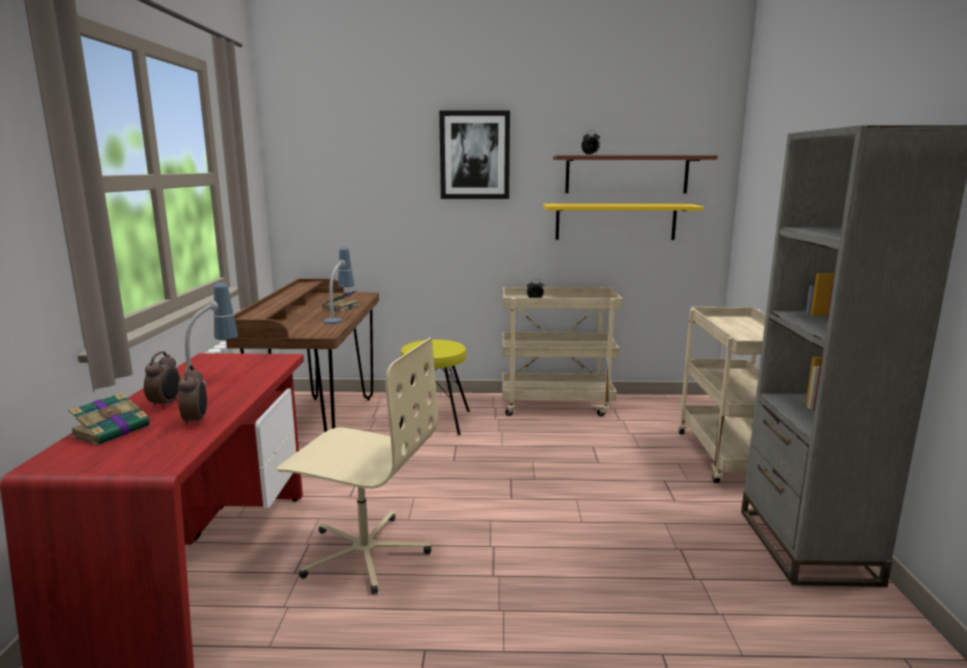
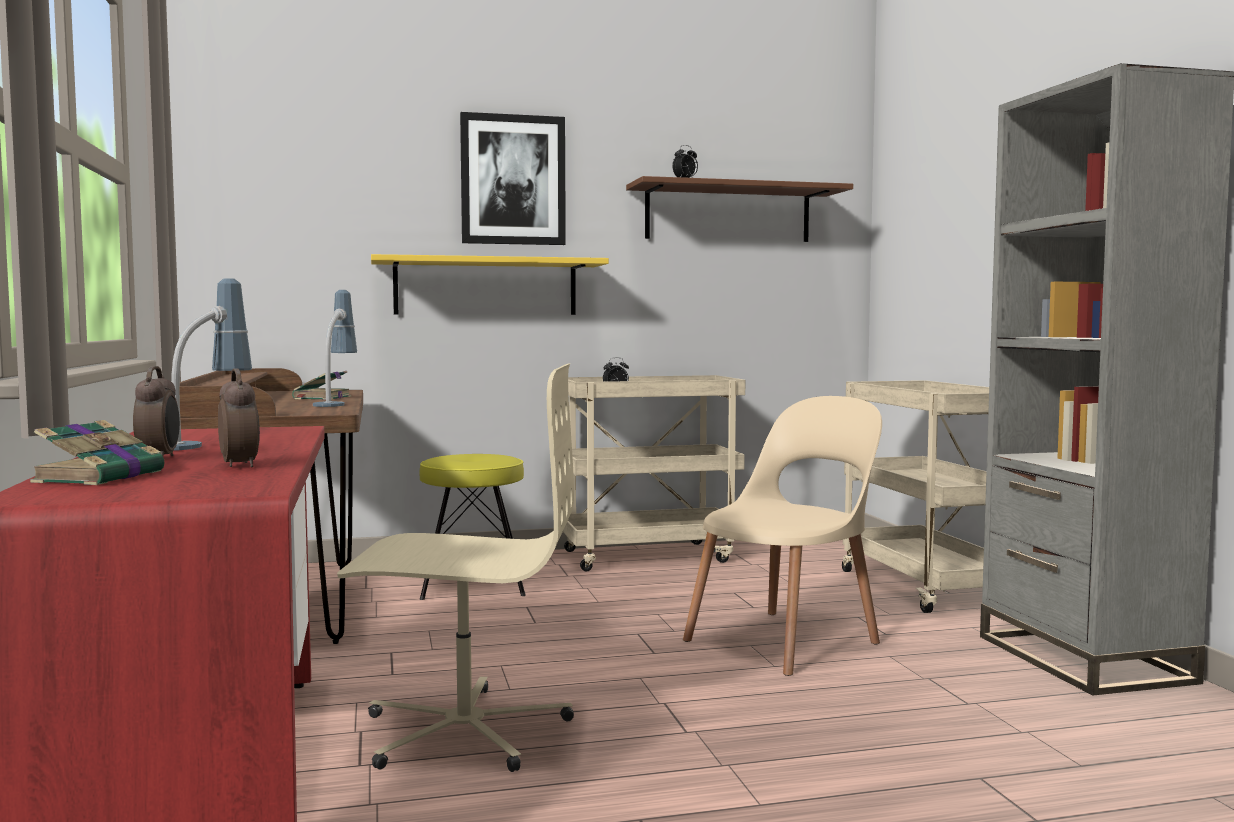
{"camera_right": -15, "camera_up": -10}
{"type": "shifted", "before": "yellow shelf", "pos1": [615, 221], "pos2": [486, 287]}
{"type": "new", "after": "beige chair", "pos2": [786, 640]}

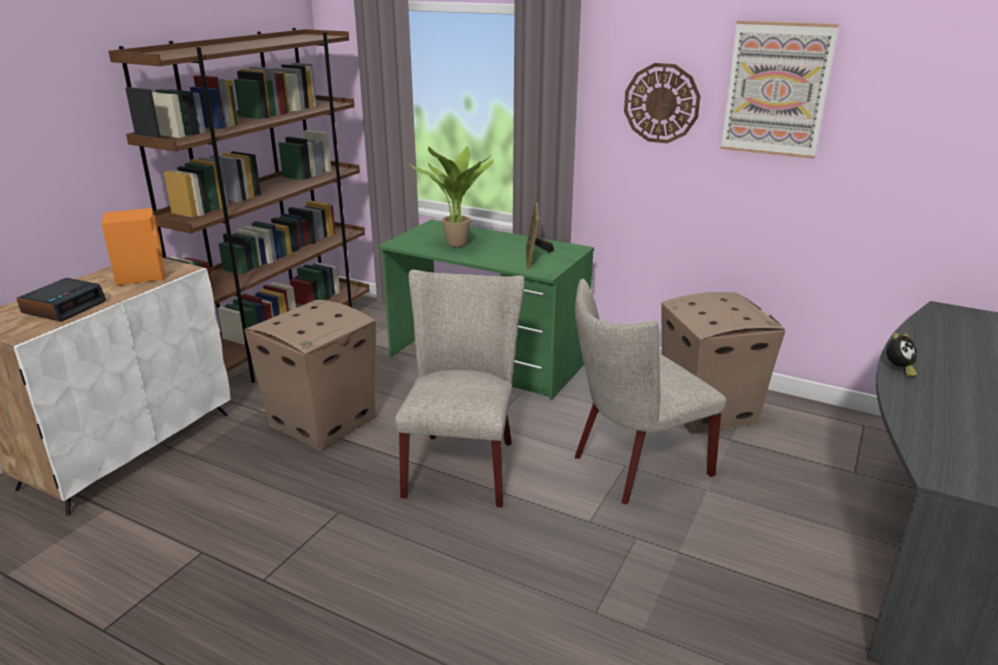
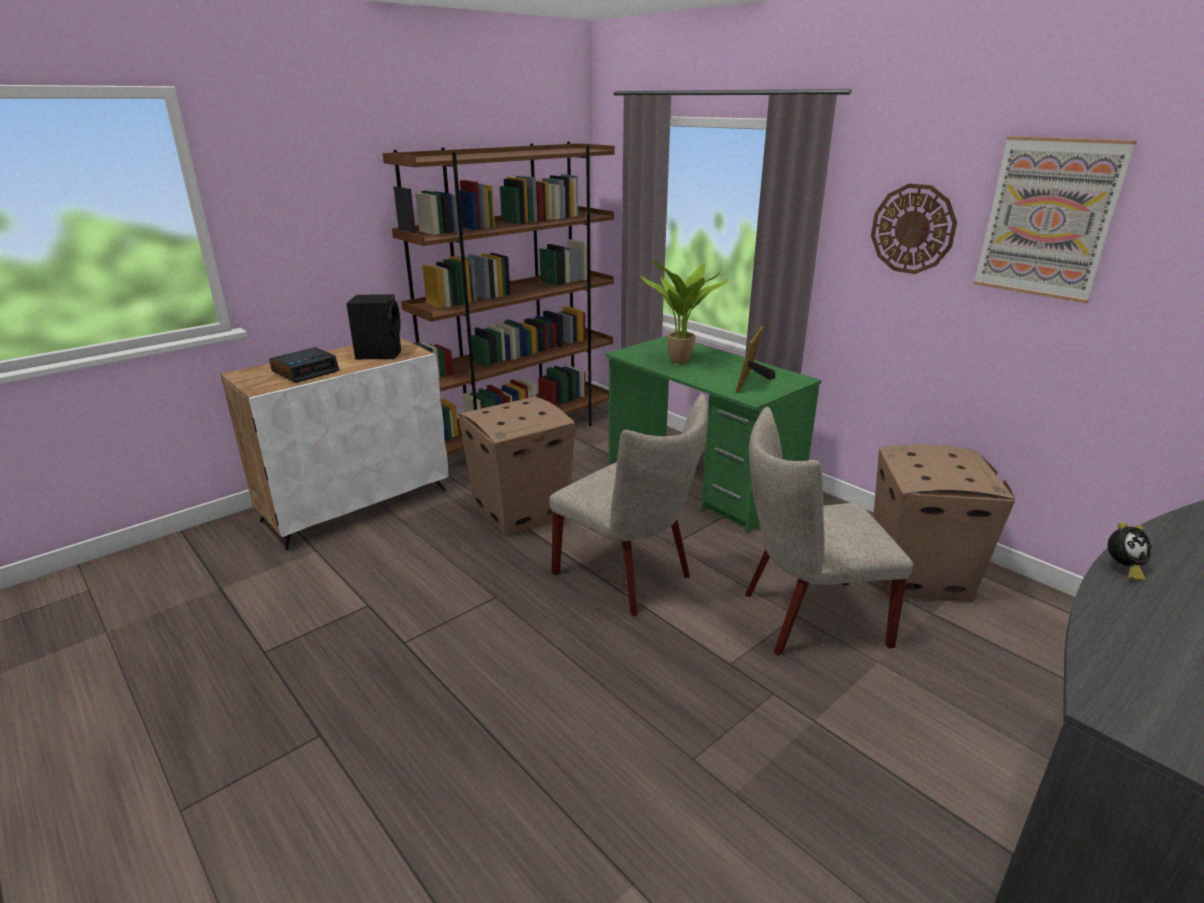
{"camera_right": 20, "camera_up": 0}
{"type": "repainted", "before": "orange speaker", "after": "black speaker", "pos1": [141, 275], "pos2": [380, 353]}
{"type": "rotated", "before": "beige chair", "pos1": [462, 463], "pos2": [629, 576], "turn": 105}

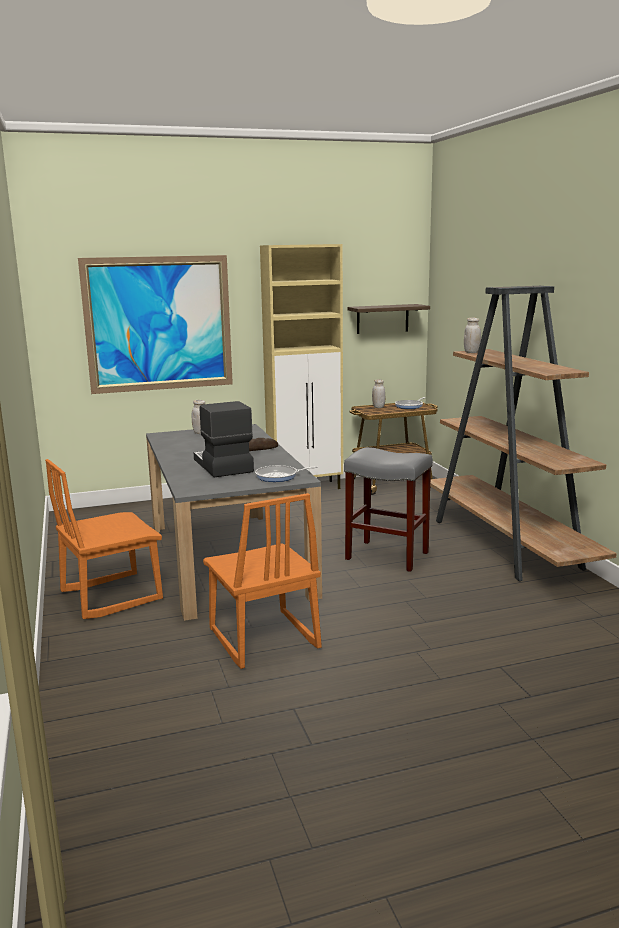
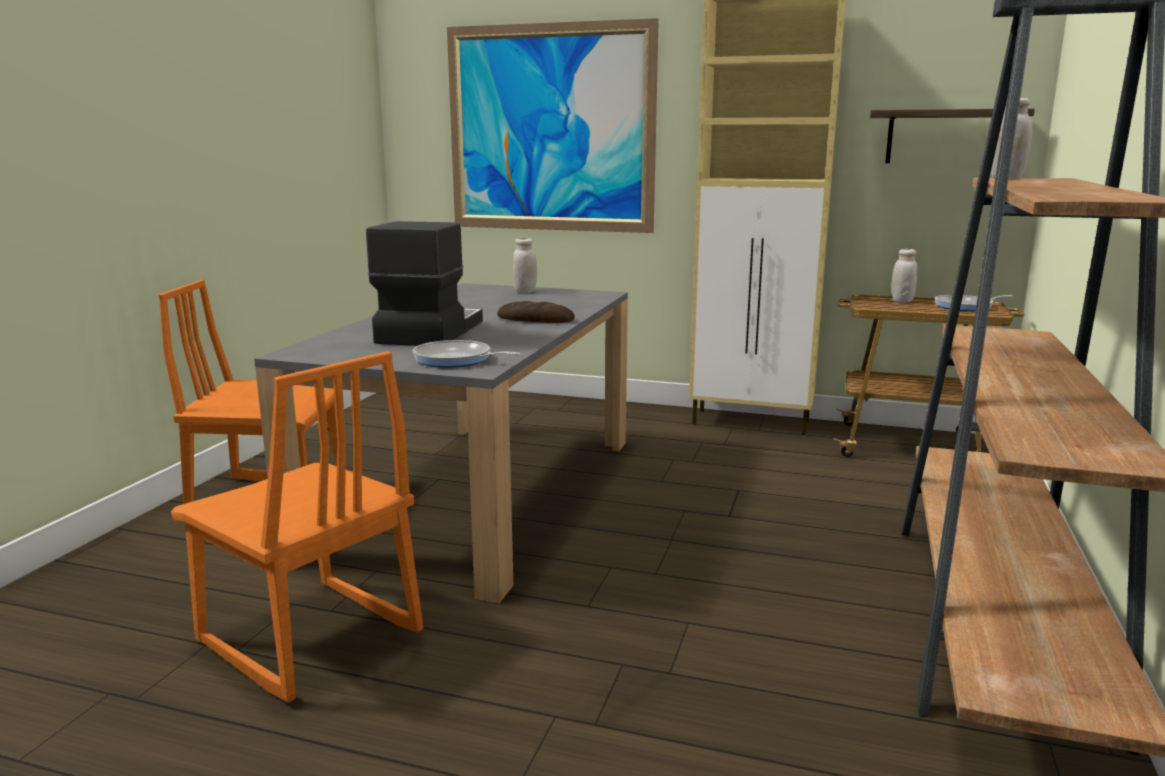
{"camera_right": 35, "camera_up": 0}
{"type": "gone", "before": "grey stool", "pos1": [388, 556]}
{"type": "rotated", "before": "orange chair", "pos1": [262, 639], "pos2": [308, 638], "turn": -60}

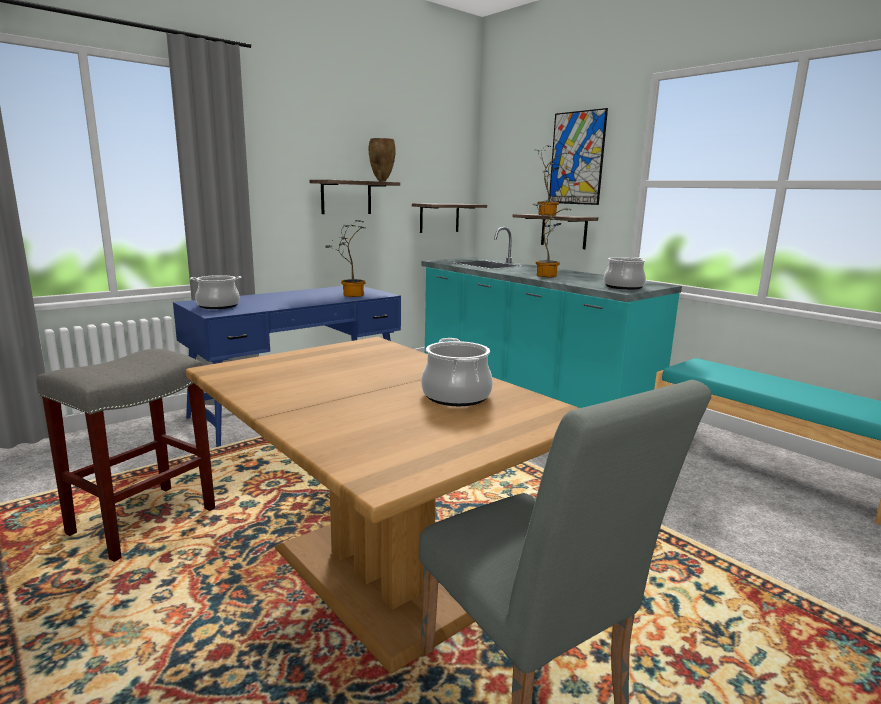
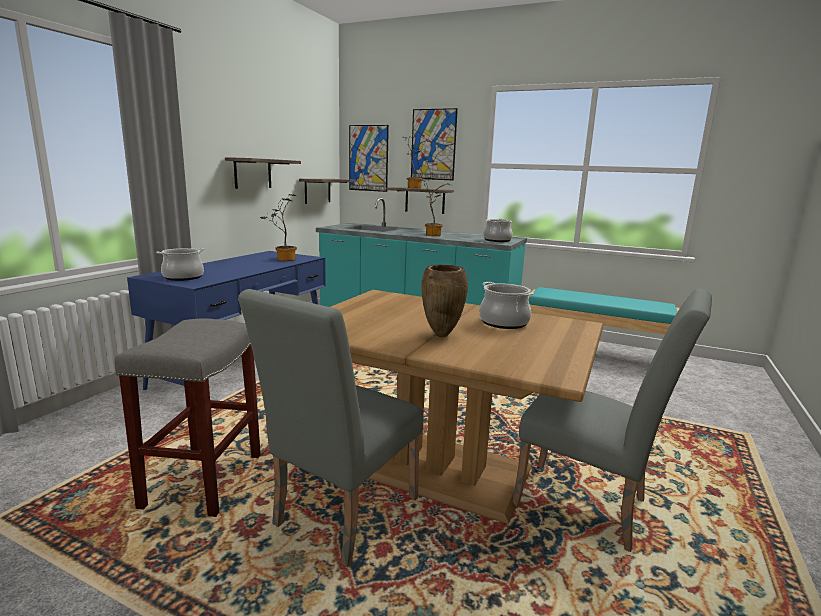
{"camera_right": -25, "camera_up": 0}
{"type": "shifted", "before": "brown vase", "pos1": [381, 181], "pos2": [442, 336]}
{"type": "new", "after": "picture", "pos2": [368, 158]}
{"type": "new", "after": "grey chair", "pos2": [339, 517]}

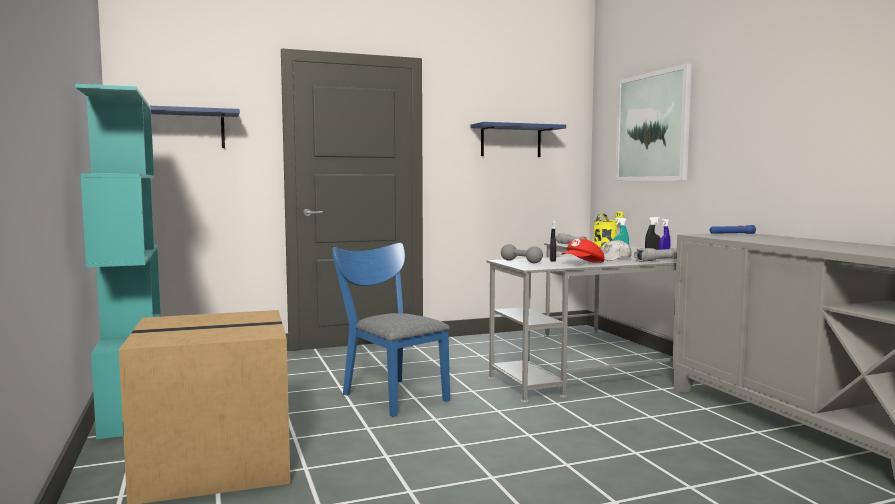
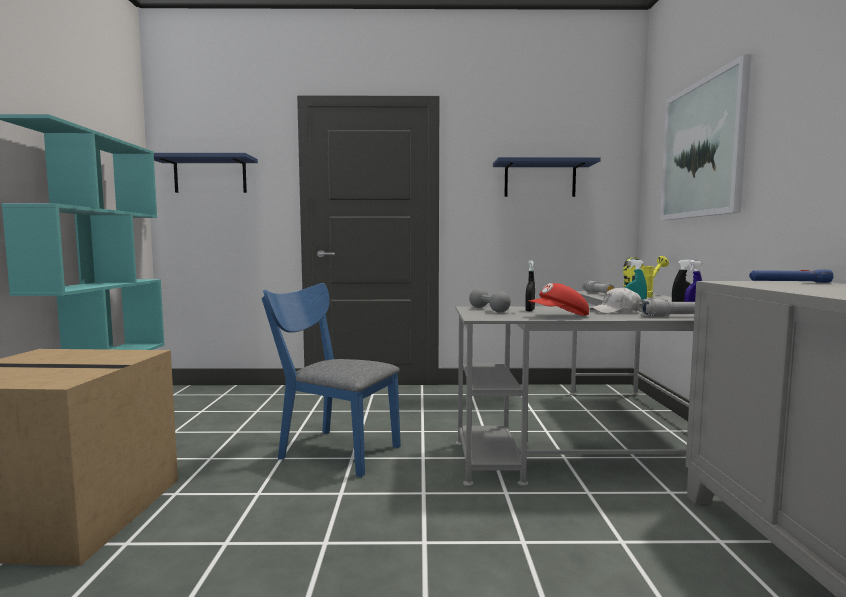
{"camera_right": 20, "camera_up": 0}
{"type": "rotated", "before": "blue chair", "pos1": [391, 395], "pos2": [333, 450], "turn": -45}

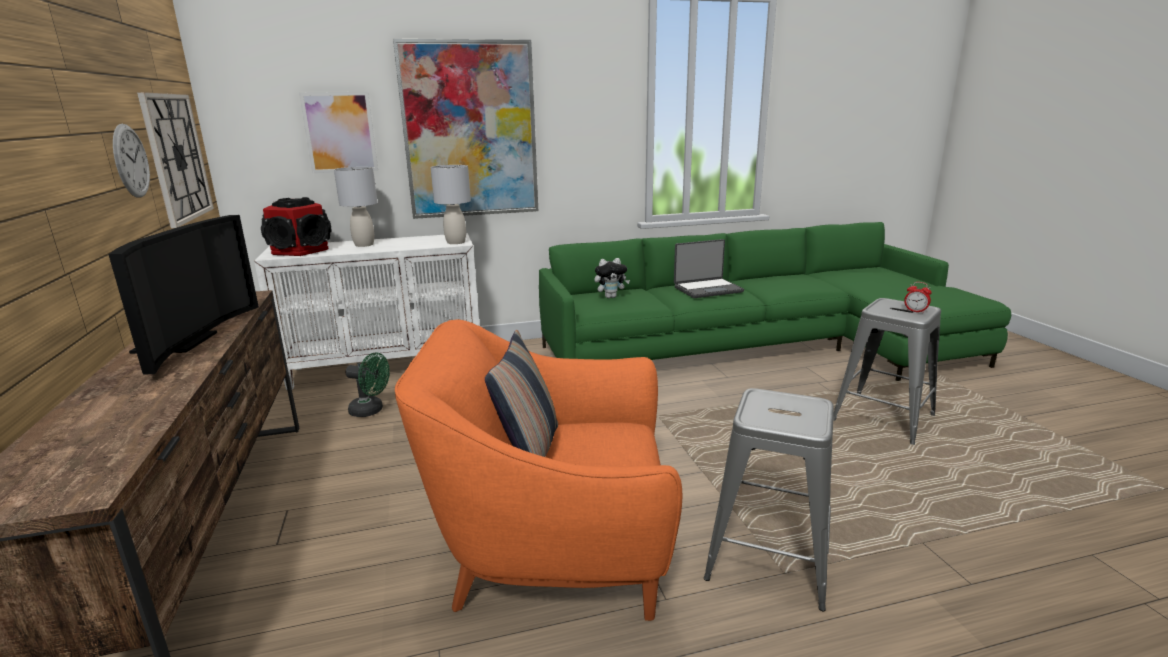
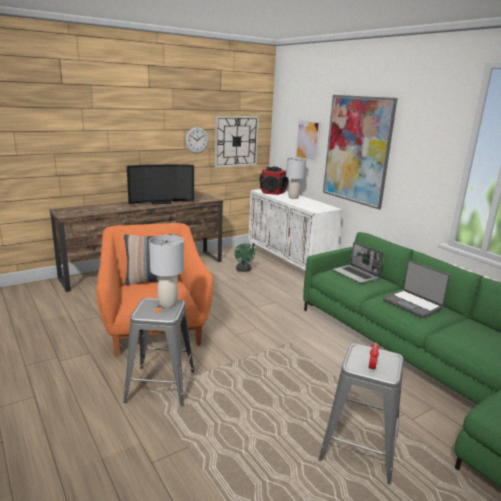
{"camera_right": 70, "camera_up": 0}
{"type": "shifted", "before": "grey table lamp", "pos1": [456, 242], "pos2": [168, 304]}
{"type": "swapped", "before": "plush toy", "after": "laptop", "pos1": [611, 297], "pos2": [356, 275]}

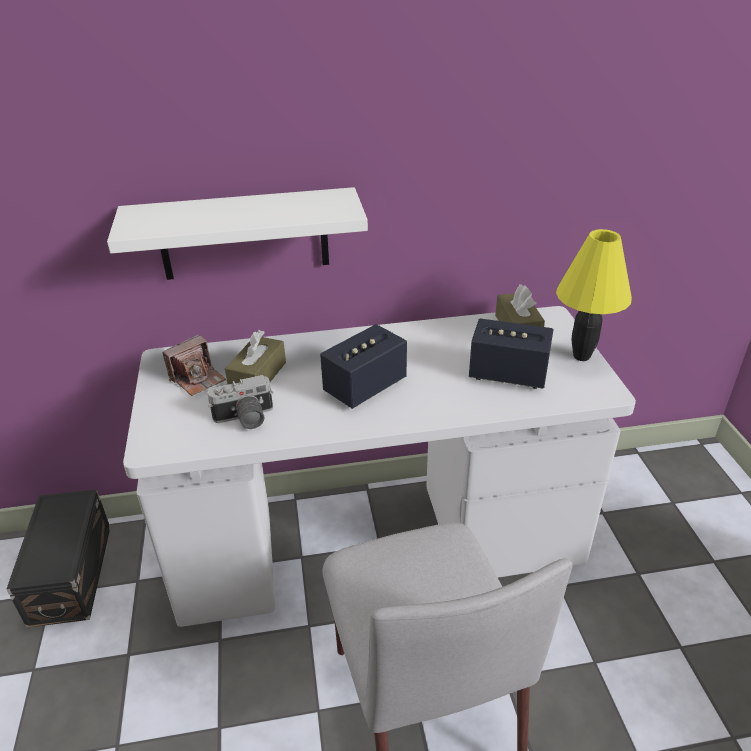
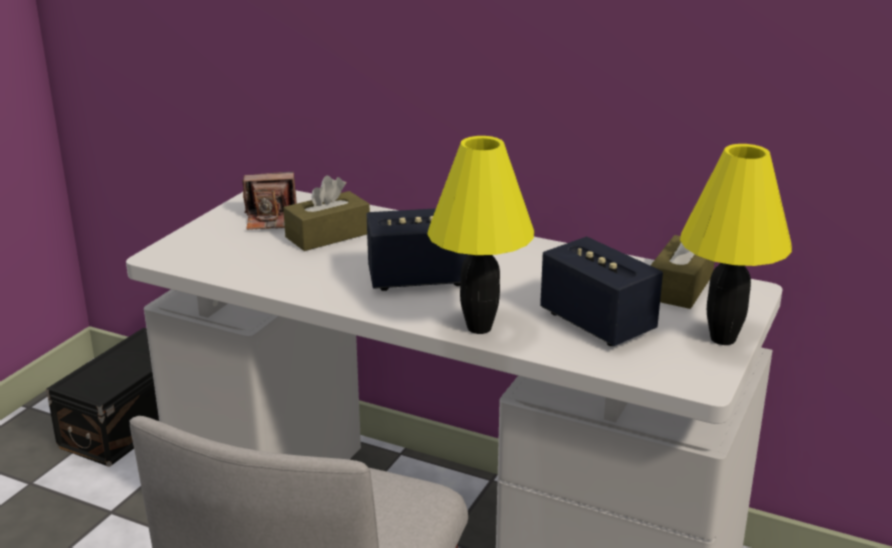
{"camera_right": 35, "camera_up": -10}
{"type": "gone", "before": "white shelf", "pos1": [244, 234]}
{"type": "gone", "before": "photo camera", "pos1": [245, 419]}
{"type": "new", "after": "yellow table lamp", "pos2": [480, 327]}

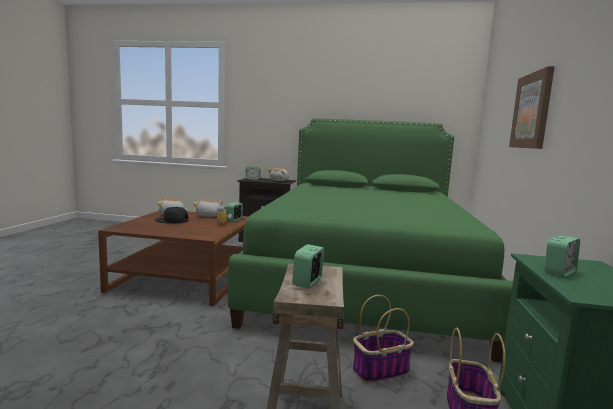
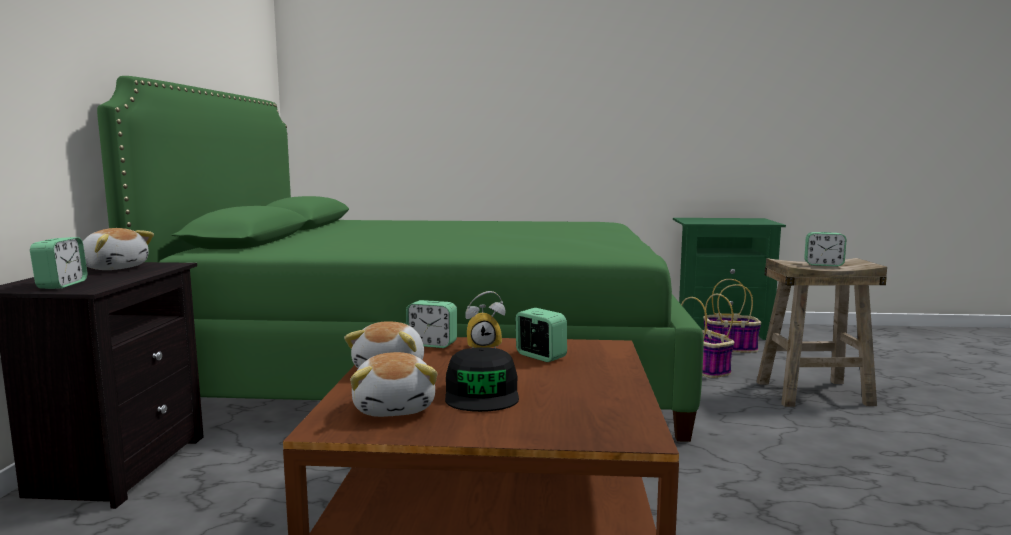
{"camera_right": -95, "camera_up": 0}
{"type": "gone", "before": "picture", "pos1": [532, 111]}
{"type": "shifted", "before": "alarm clock", "pos1": [559, 272], "pos2": [540, 356]}

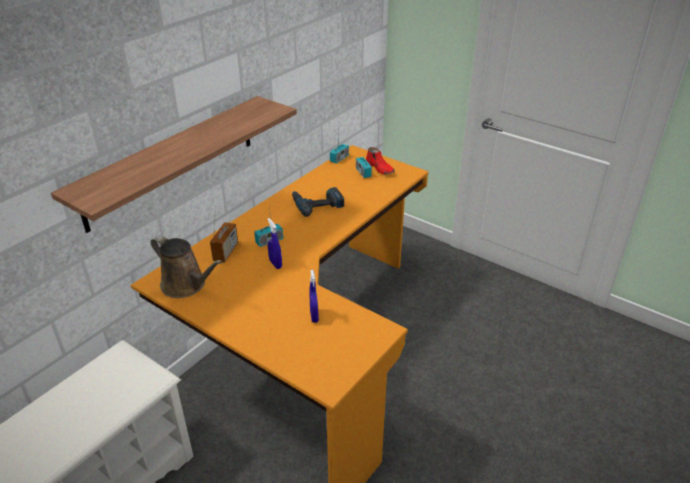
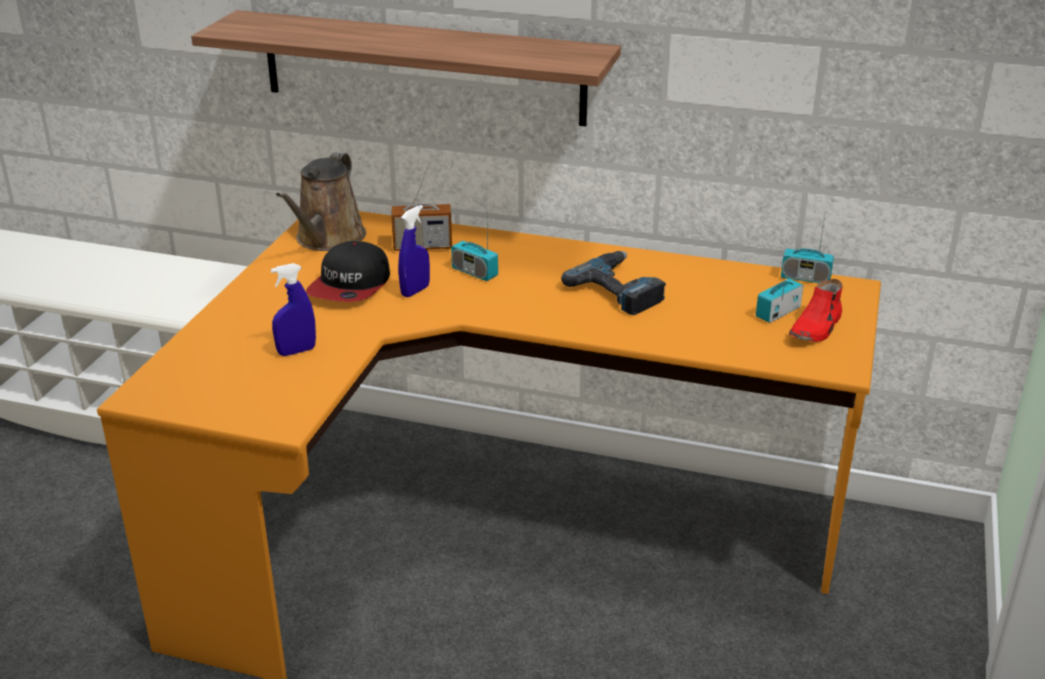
{"camera_right": 70, "camera_up": -5}
{"type": "new", "after": "cap", "pos2": [350, 286]}

